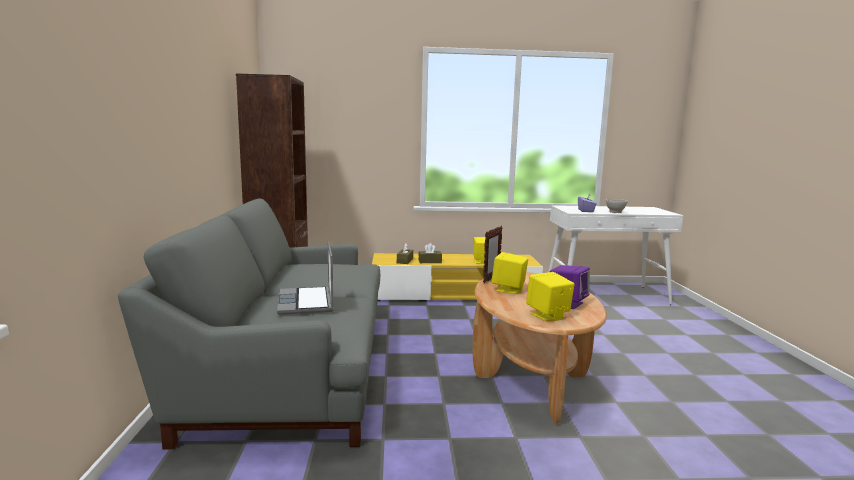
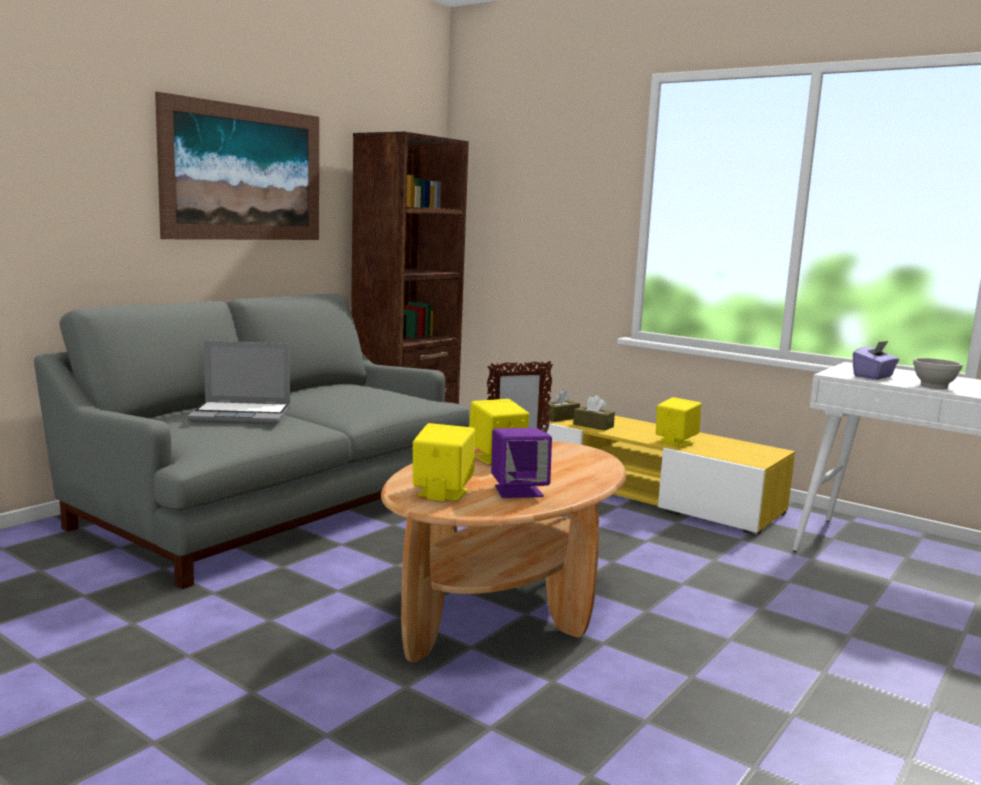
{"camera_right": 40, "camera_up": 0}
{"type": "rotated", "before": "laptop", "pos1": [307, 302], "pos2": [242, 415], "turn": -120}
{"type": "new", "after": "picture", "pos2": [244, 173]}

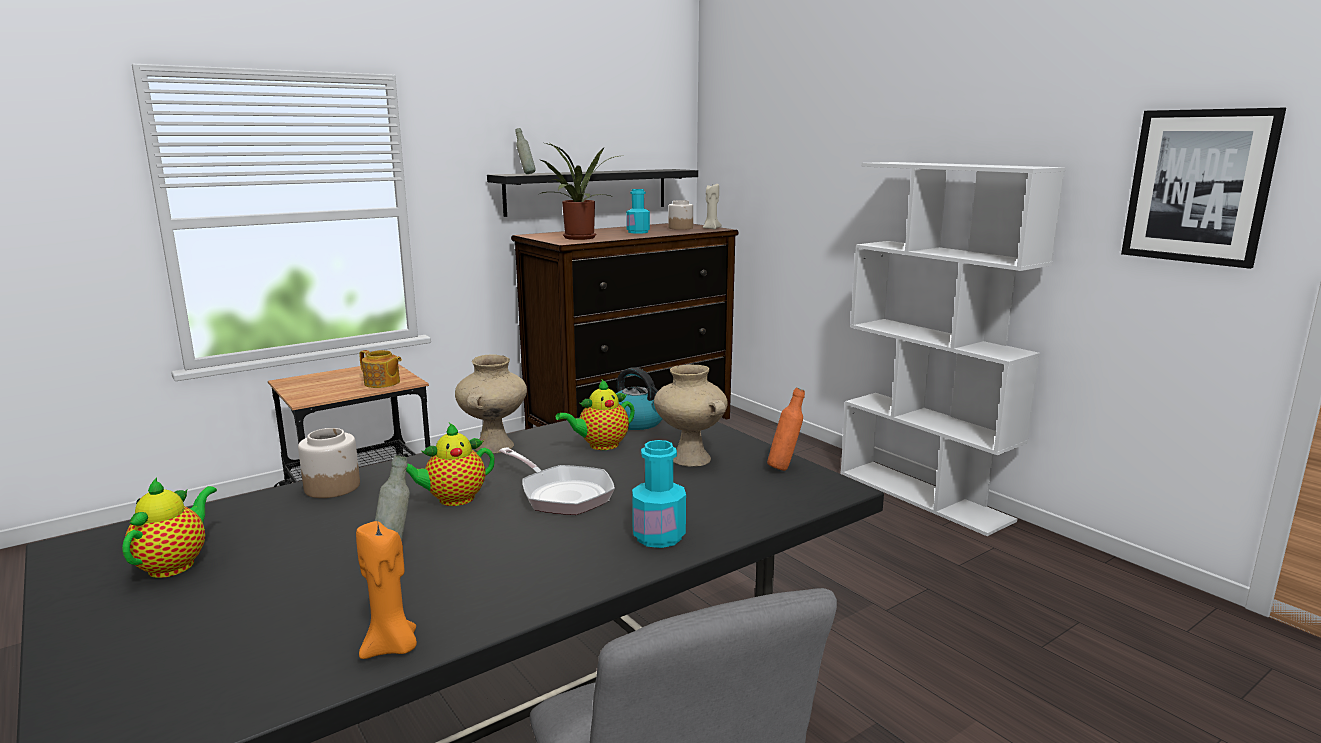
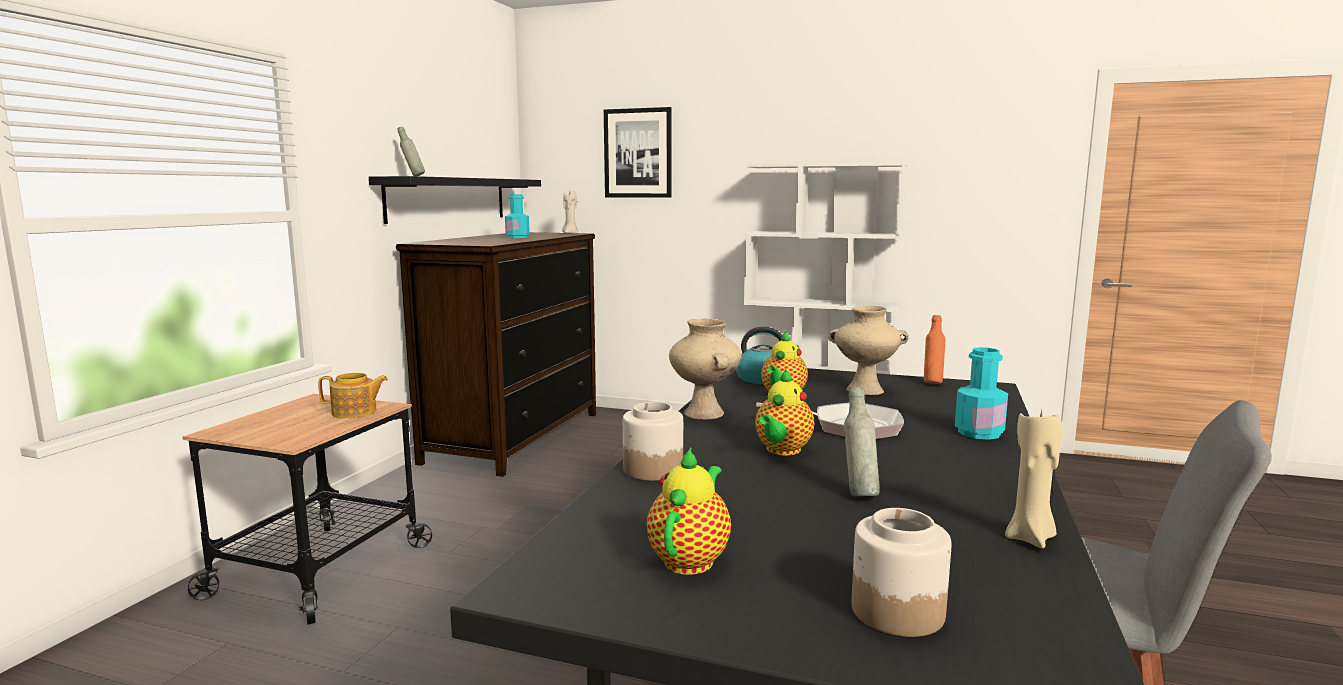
{"camera_right": -35, "camera_up": -5}
{"type": "shifted", "before": "picture", "pos1": [1198, 186], "pos2": [638, 153]}
{"type": "gone", "before": "potted plant", "pos1": [578, 238]}
{"type": "shifted", "before": "jar", "pos1": [680, 228], "pos2": [897, 611]}
{"type": "rotated", "before": "teapot", "pos1": [175, 564], "pos2": [691, 559], "turn": 45}
{"type": "repainted", "before": "orange candle", "after": "beige candle", "pos1": [392, 648], "pos2": [1030, 538]}

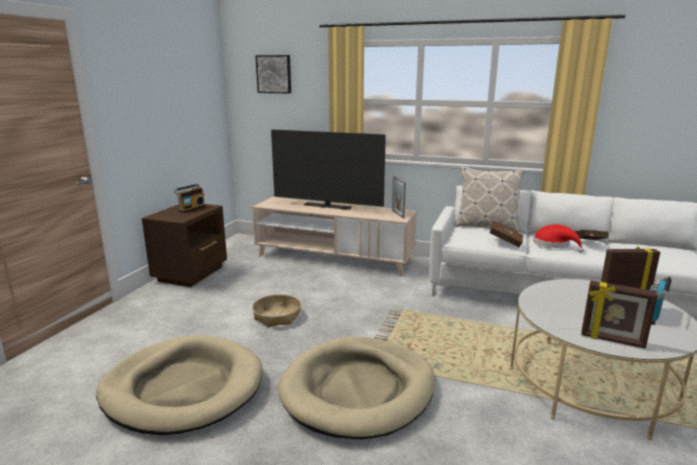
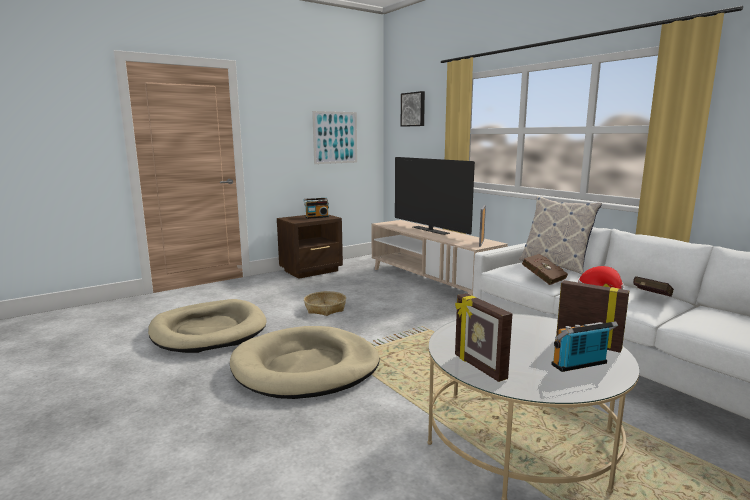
{"camera_right": 35, "camera_up": -5}
{"type": "new", "after": "picture", "pos2": [335, 137]}

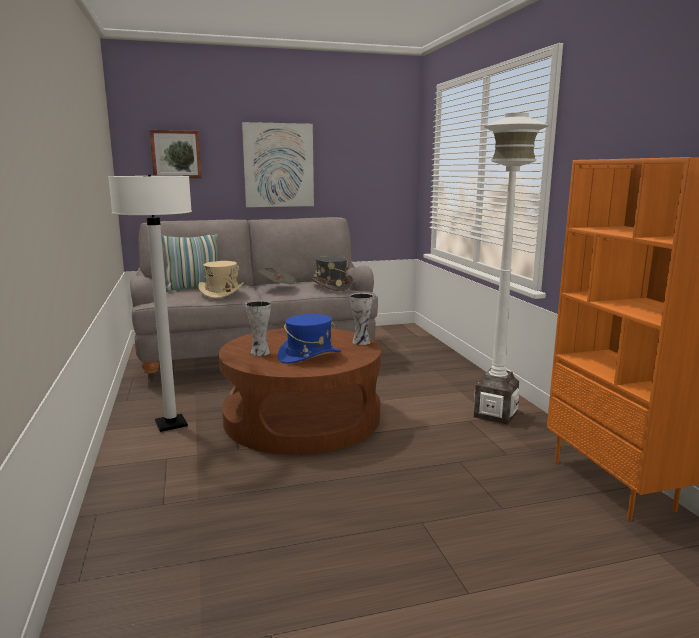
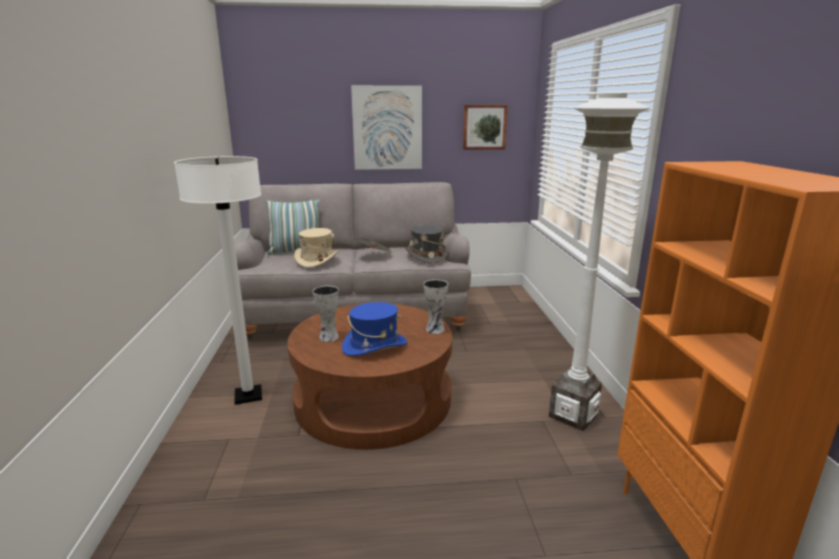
{"camera_right": 10, "camera_up": 5}
{"type": "shifted", "before": "picture", "pos1": [176, 154], "pos2": [484, 127]}

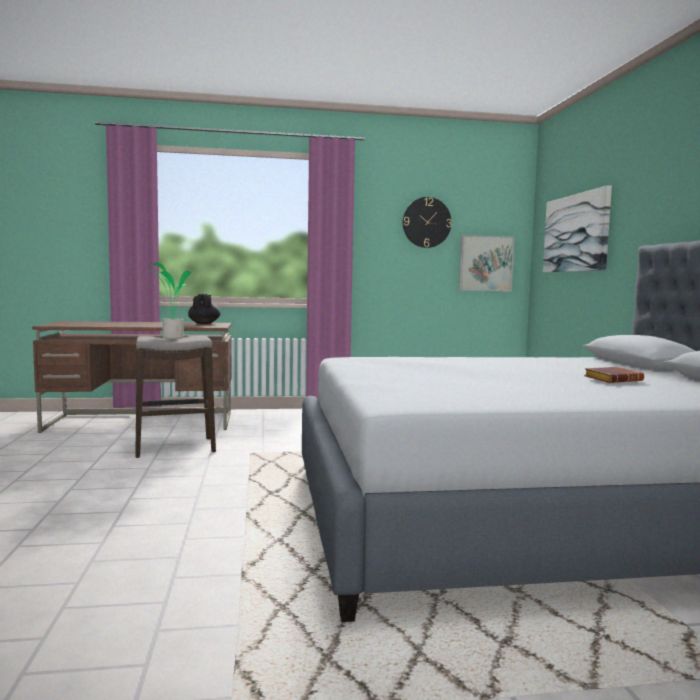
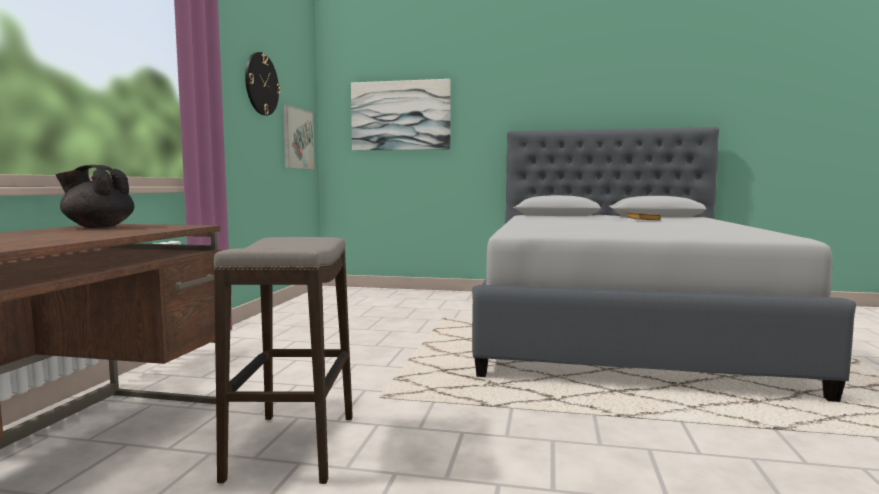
{"camera_right": -70, "camera_up": 0}
{"type": "gone", "before": "potted plant", "pos1": [171, 338]}

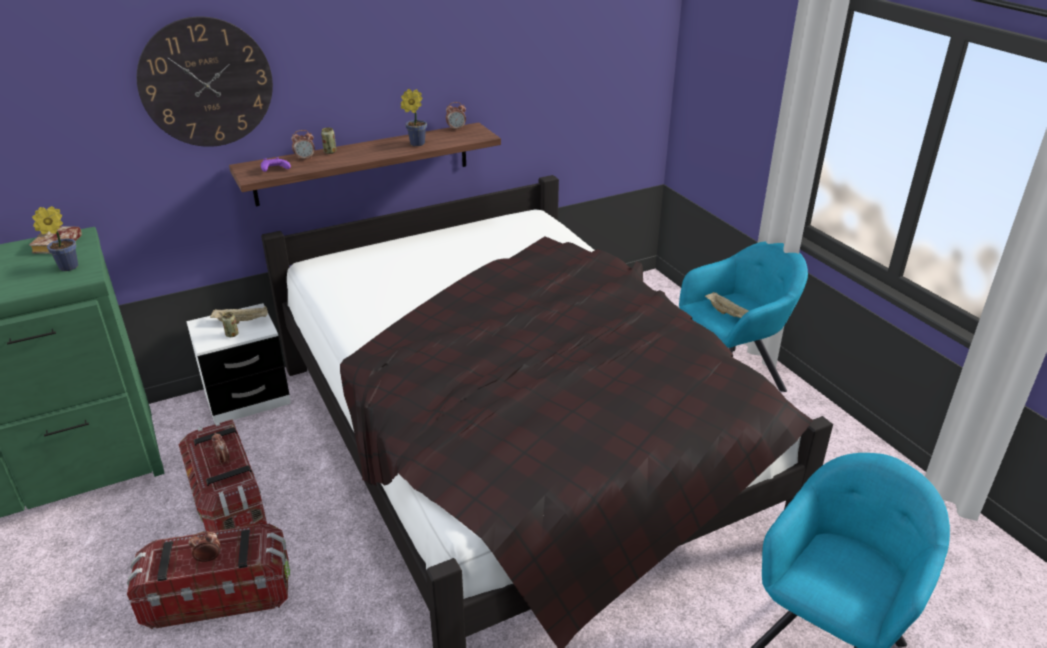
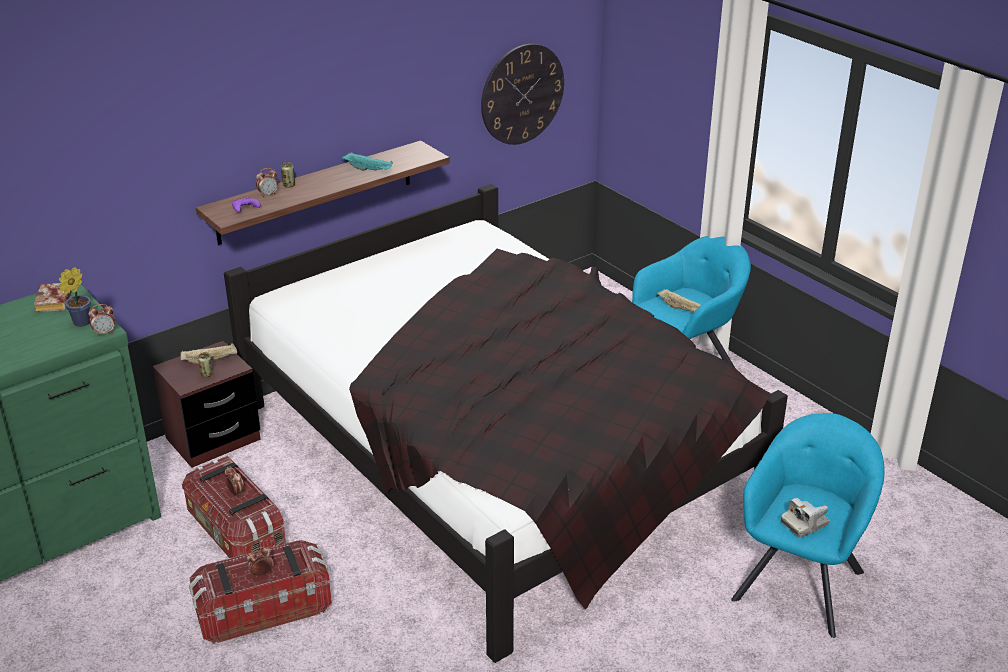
{"camera_right": -10, "camera_up": 0}
{"type": "shifted", "before": "wall clock", "pos1": [206, 83], "pos2": [522, 94]}
{"type": "swapped", "before": "potted plant", "after": "turquoise tray", "pos1": [415, 144], "pos2": [369, 170]}
{"type": "shifted", "before": "alarm clock", "pos1": [456, 129], "pos2": [105, 333]}
{"type": "repainted", "before": "white nightstand", "after": "brown nightstand", "pos1": [247, 398], "pos2": [213, 439]}
{"type": "new", "after": "photo camera", "pos2": [804, 524]}

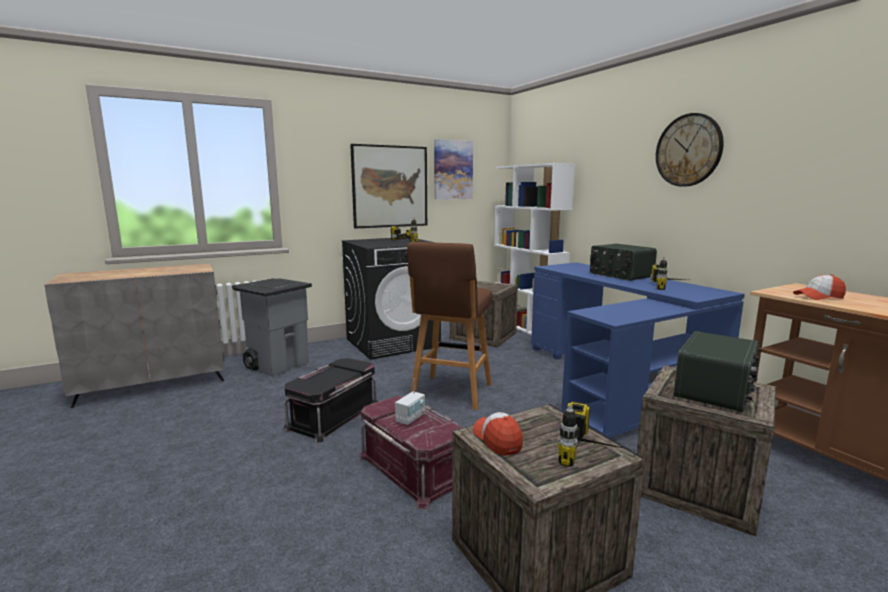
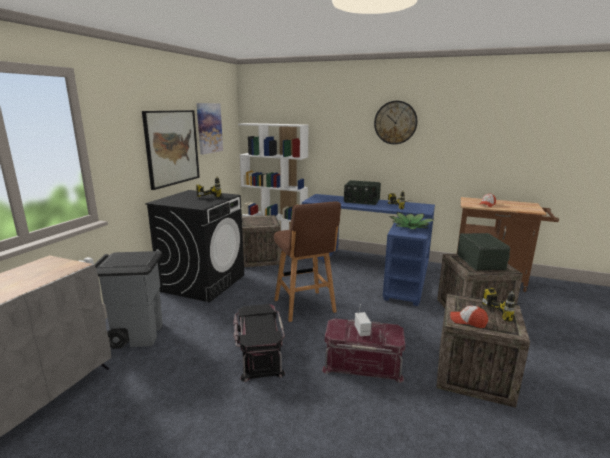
{"camera_right": -40, "camera_up": 5}
{"type": "new", "after": "potted plant", "pos2": [410, 226]}

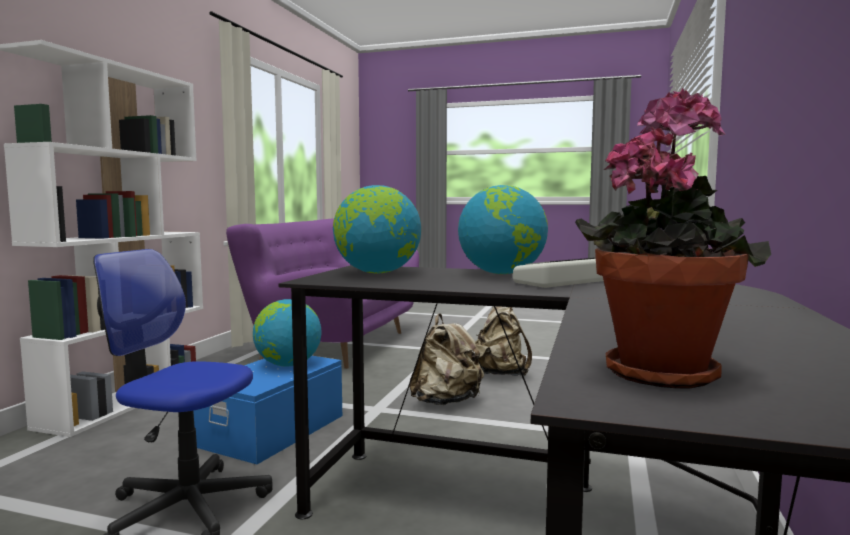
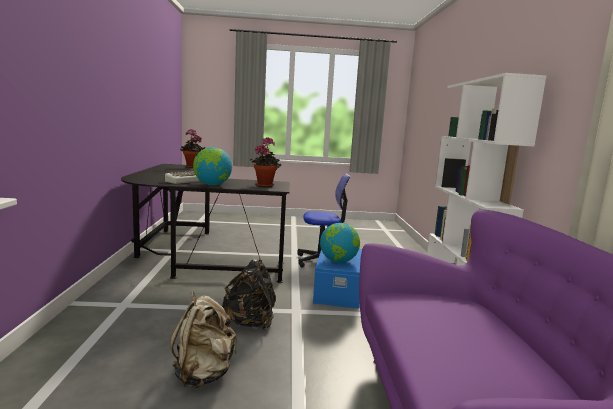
{"camera_right": 160, "camera_up": 5}
{"type": "swapped", "before": "globe", "after": "potted plant", "pos1": [377, 273], "pos2": [265, 185]}
{"type": "repainted", "before": "beige backpack", "after": "black backpack", "pos1": [446, 402], "pos2": [250, 323]}

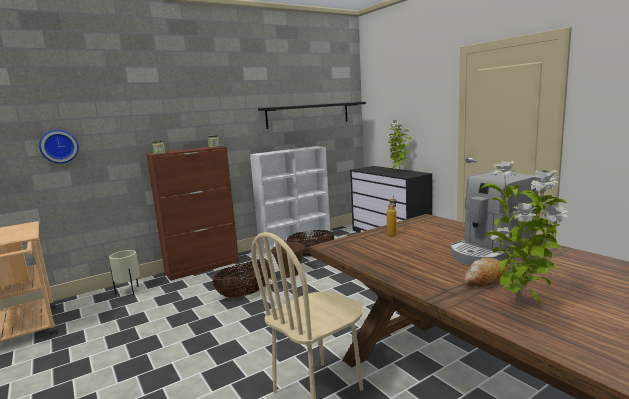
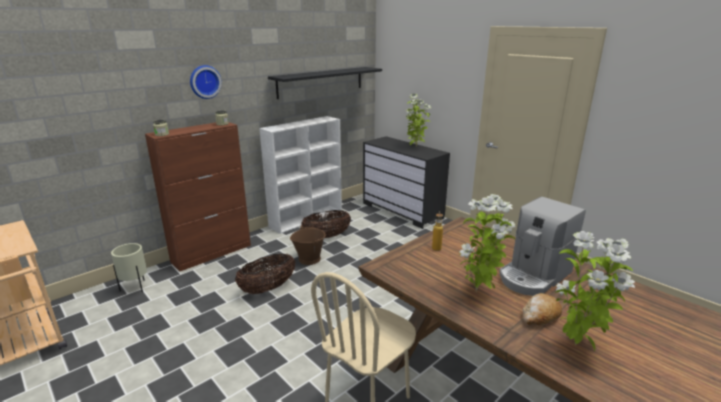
{"camera_right": -10, "camera_up": 10}
{"type": "shifted", "before": "wall clock", "pos1": [59, 146], "pos2": [204, 81]}
{"type": "new", "after": "potted plant", "pos2": [478, 292]}

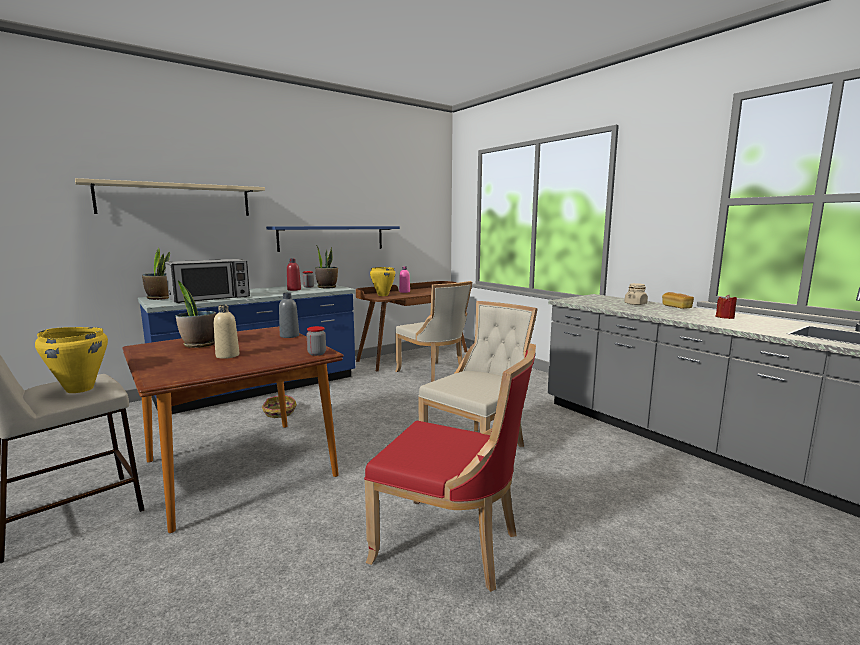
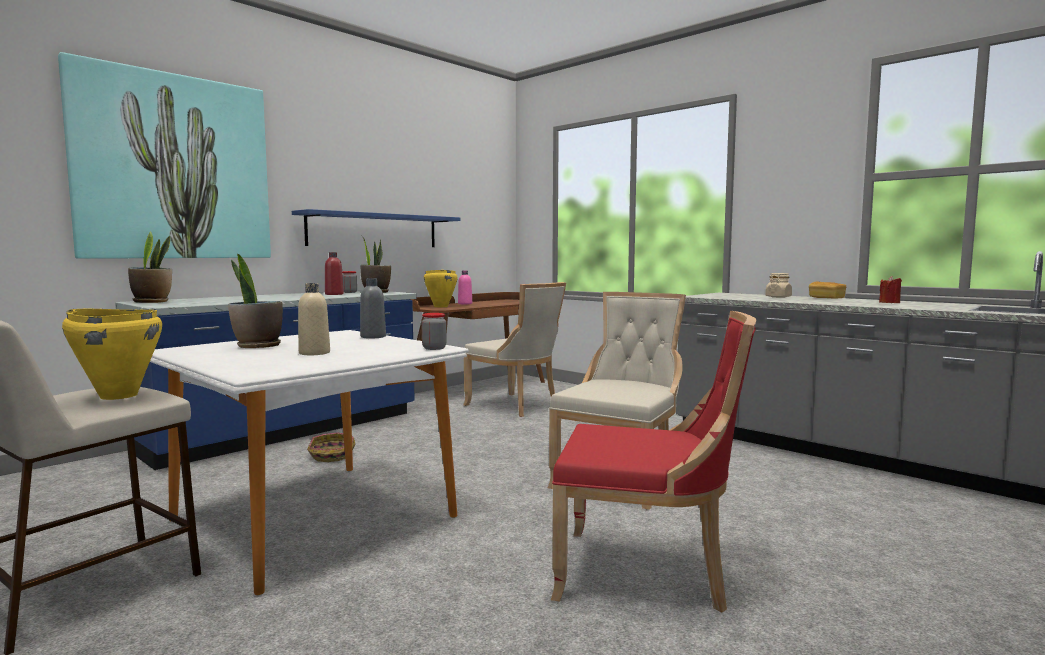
{"camera_right": -10, "camera_up": -5}
{"type": "swapped", "before": "beige shelf", "after": "picture", "pos1": [176, 200], "pos2": [174, 168]}
{"type": "gone", "before": "microwave", "pos1": [211, 298]}
{"type": "repainted", "before": "brown dining table", "after": "white dining table", "pos1": [241, 468], "pos2": [316, 518]}

